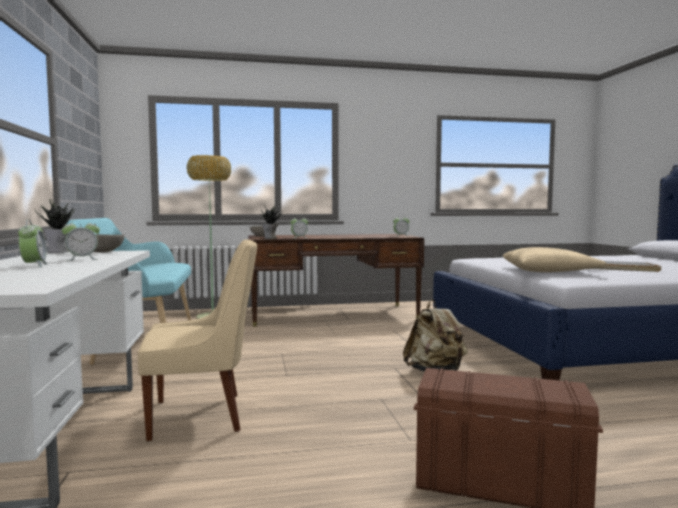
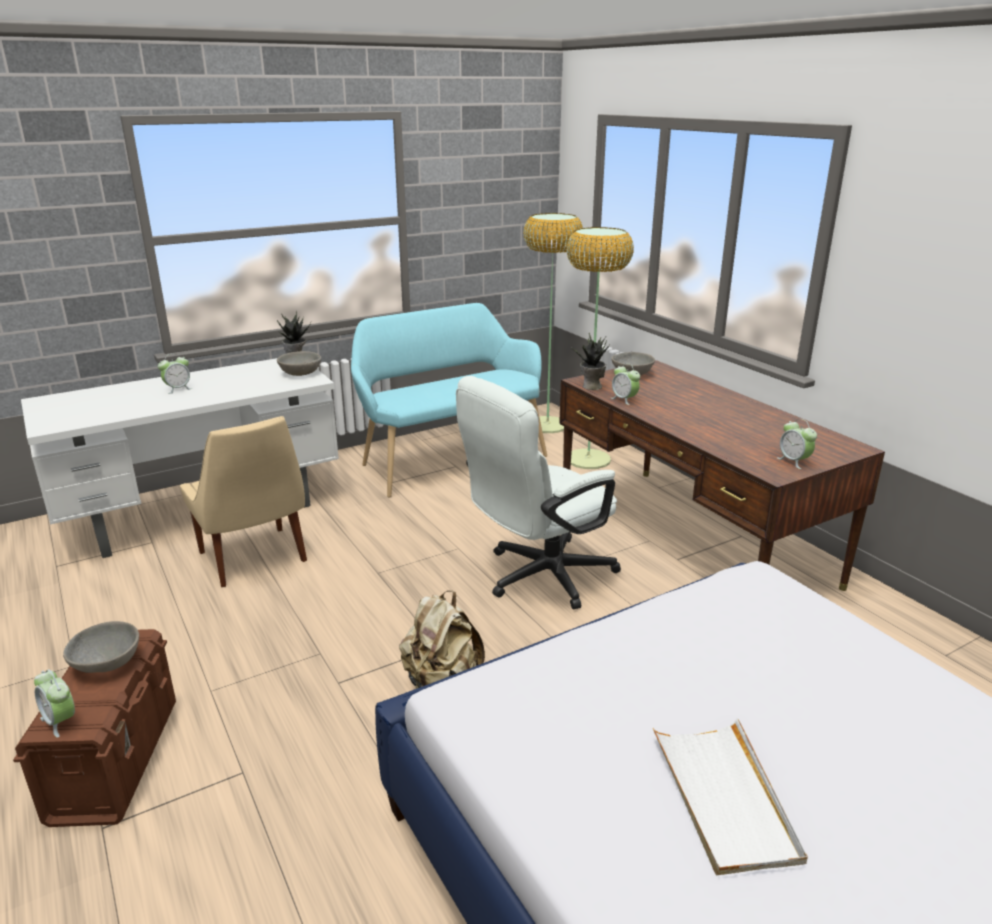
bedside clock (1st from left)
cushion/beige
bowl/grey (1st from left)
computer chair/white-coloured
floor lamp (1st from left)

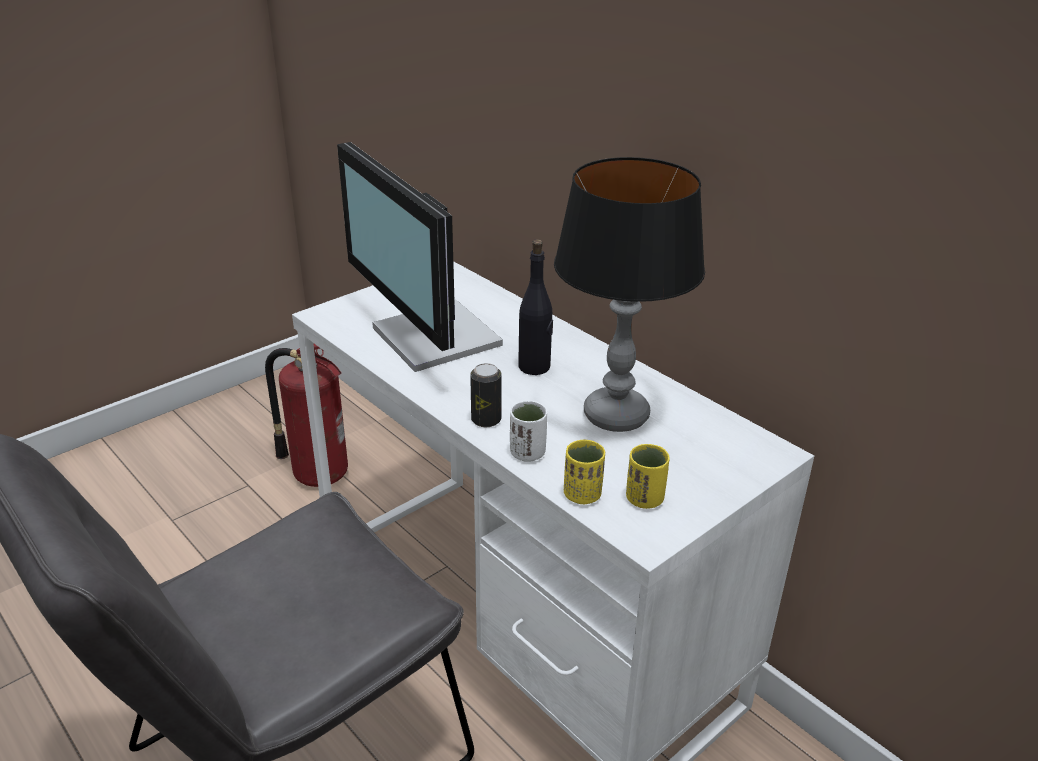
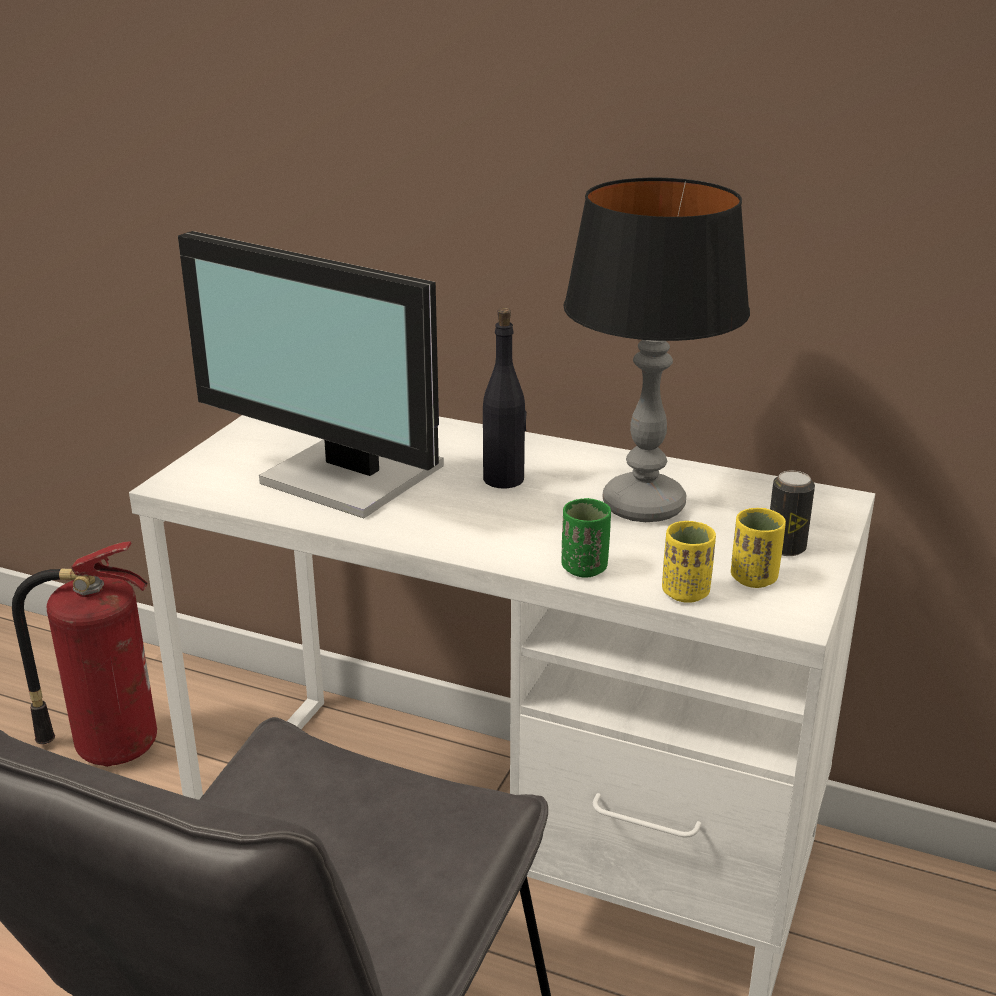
metal can
cup/green-coloured

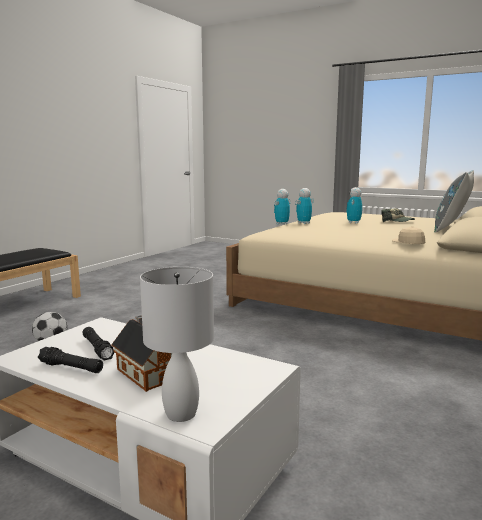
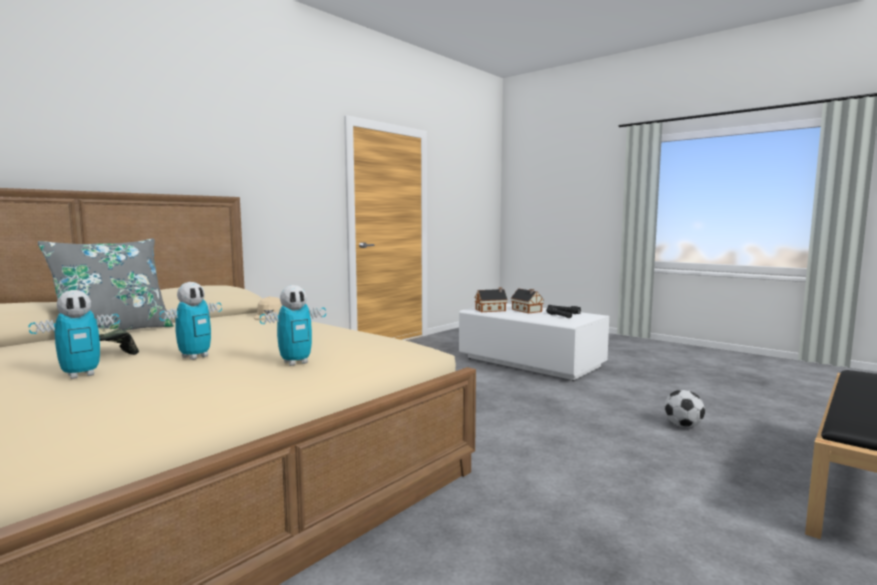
table lamp/white-coloured
toy robot (1st from left)
model house (1st from left)

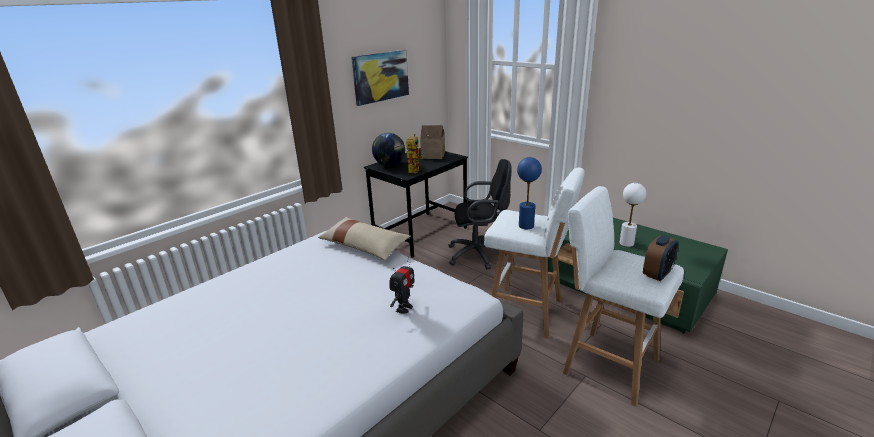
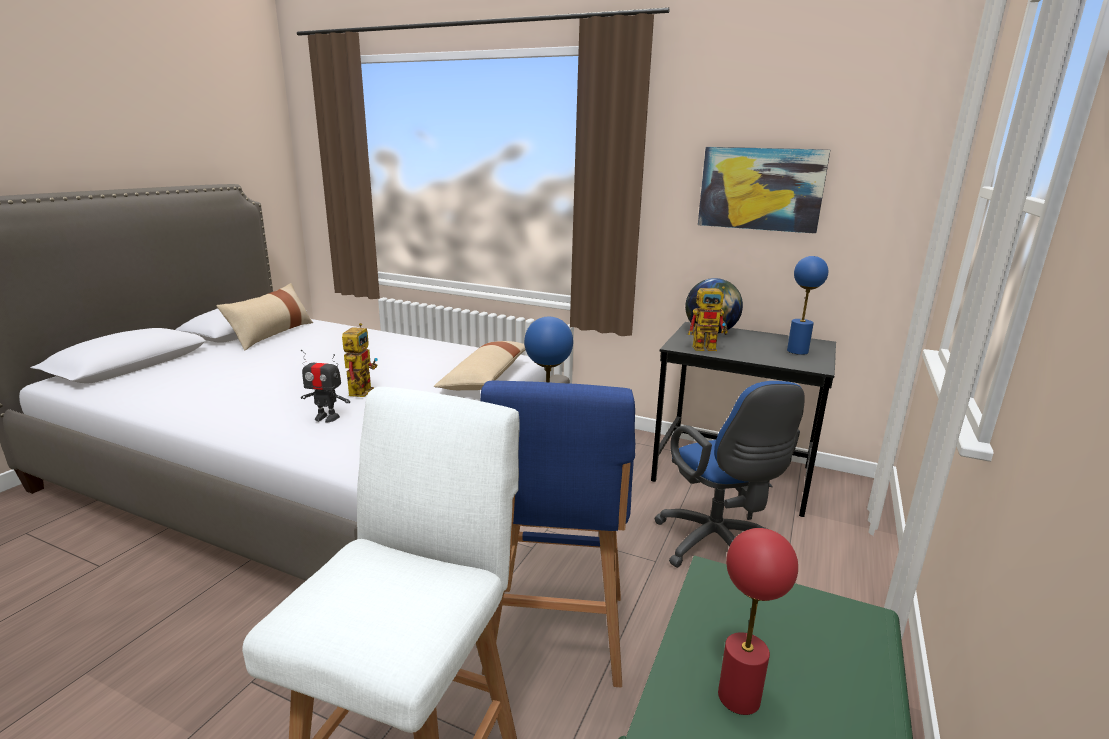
table lamp/blue-coloured (2nd from left)
computer chair/blue-coloured
sitting stool/blue-coloured
table lamp/red-coloured
bedside clock
cushion/beige (1st from left)
toy robot (2nd from left)

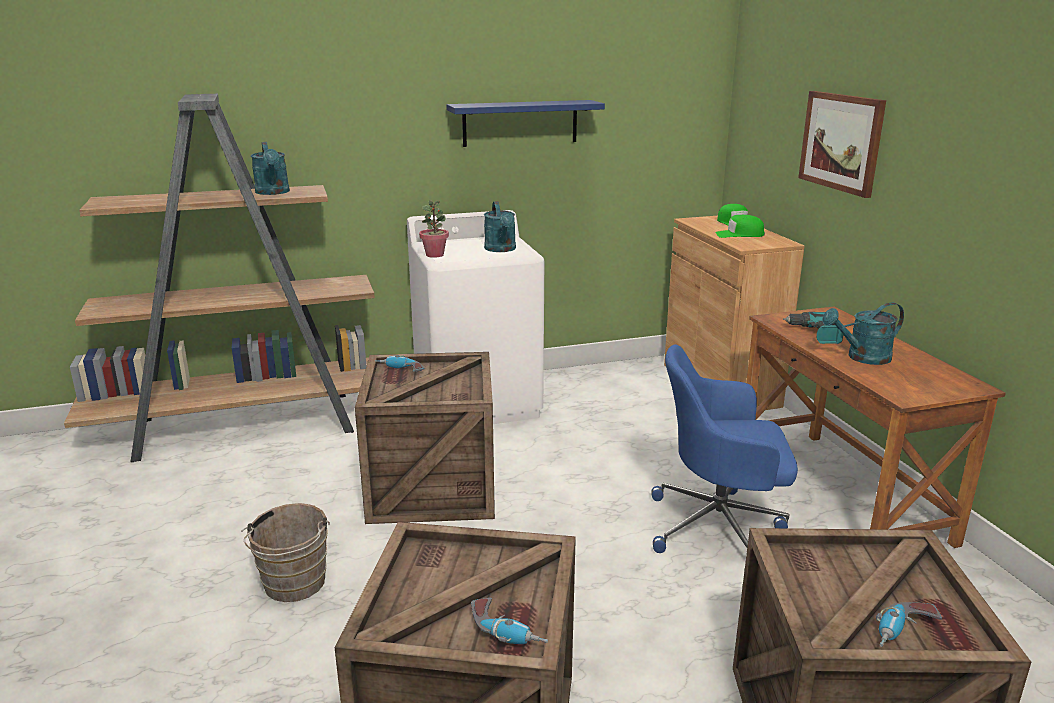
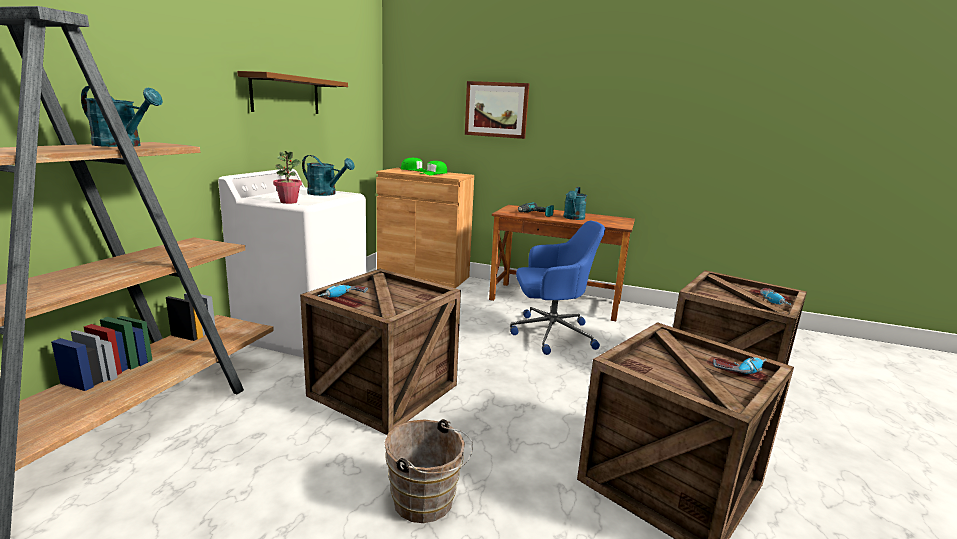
bracket shelf/brown-coloured
computer chair/blue-coloured

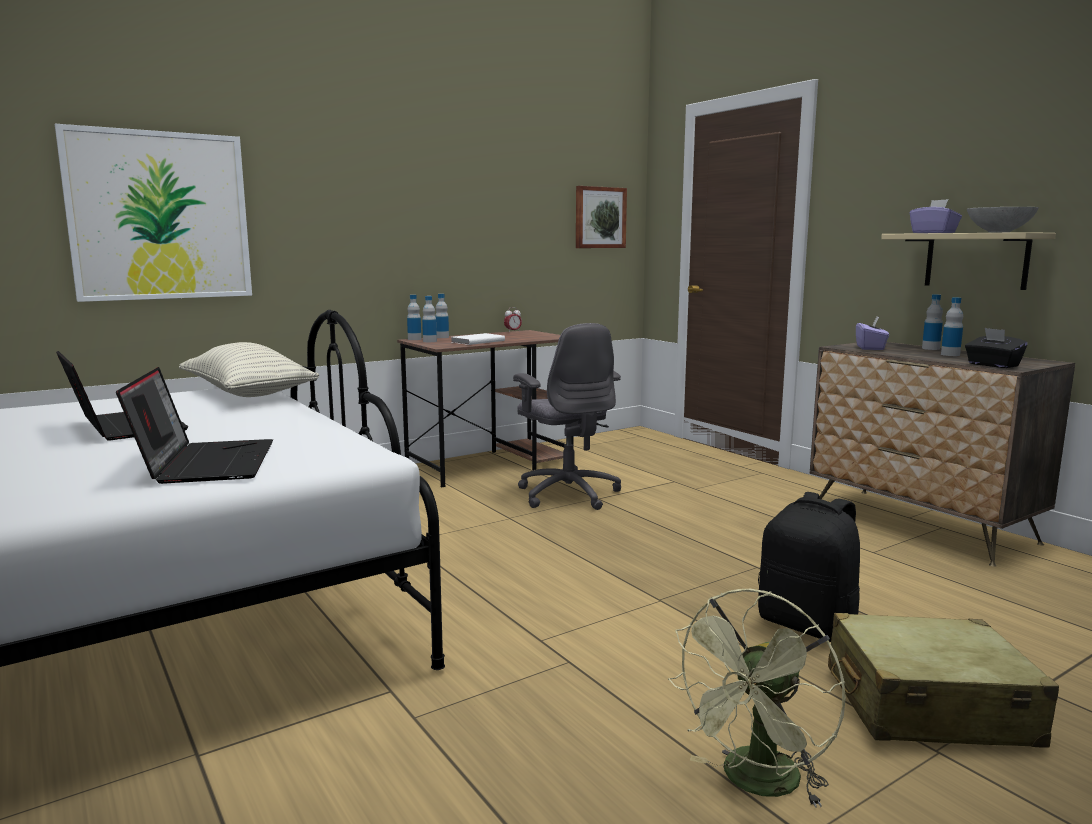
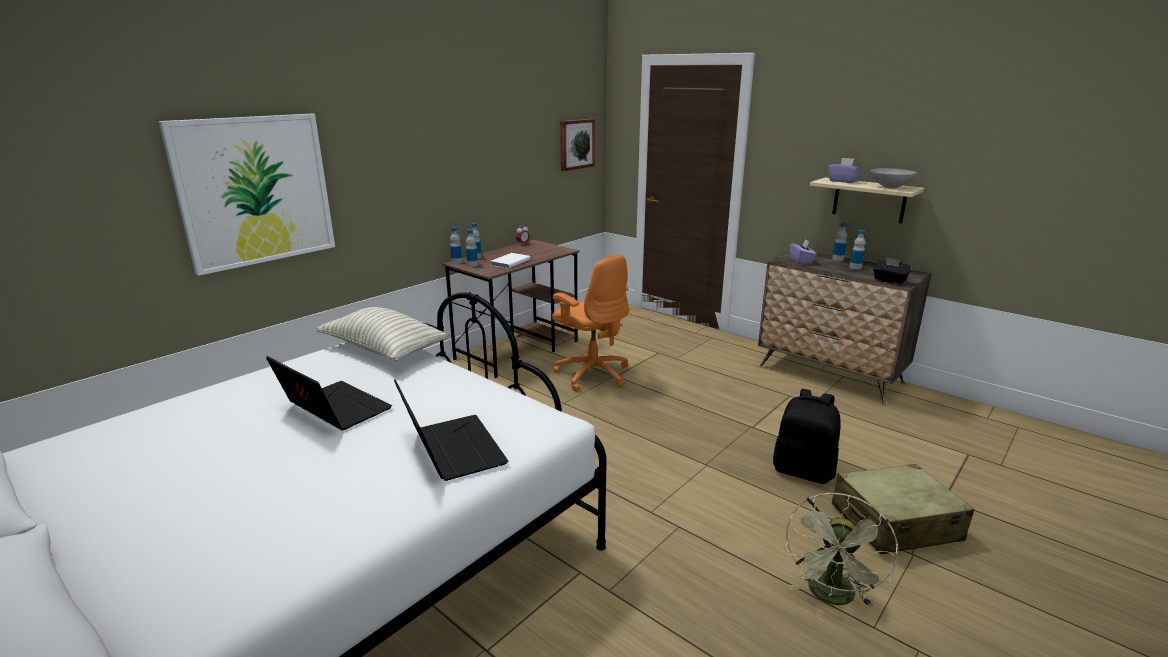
computer chair/orange

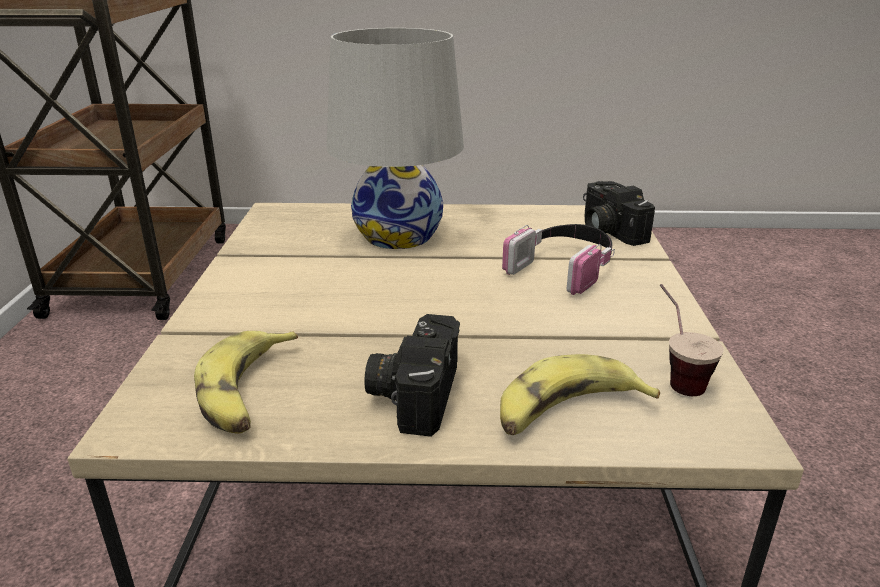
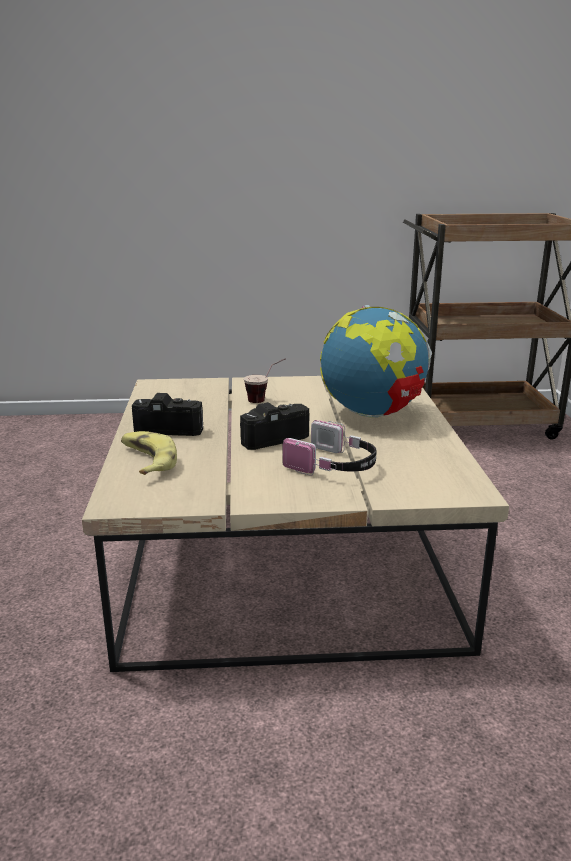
banana fruit (1st from left in the first image)
globe
photo camera (2nd from left)
cup

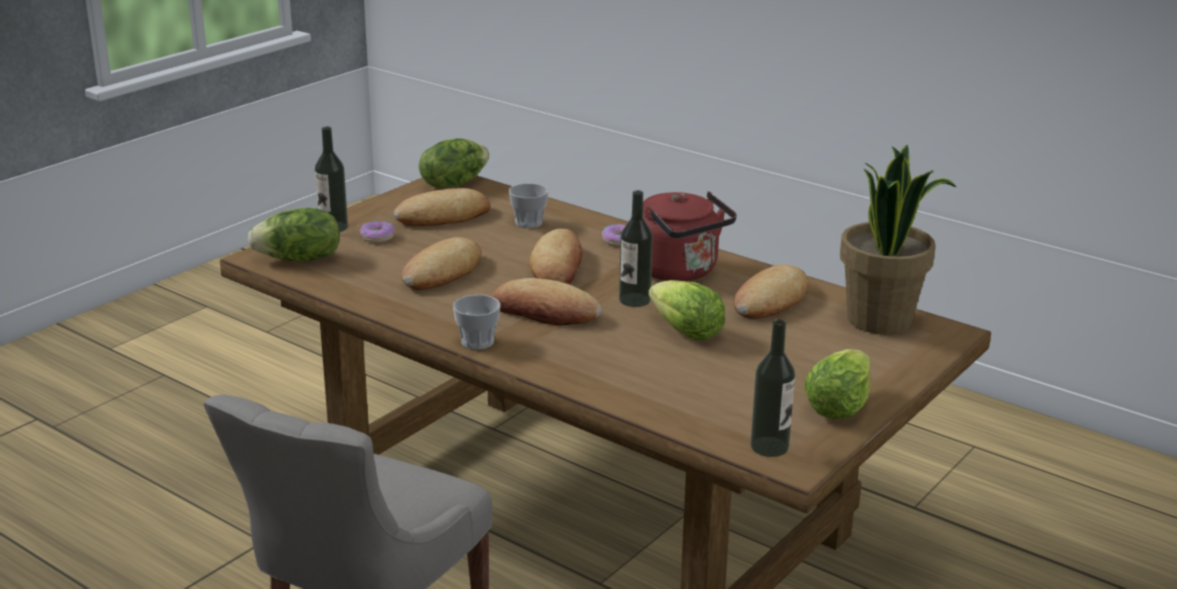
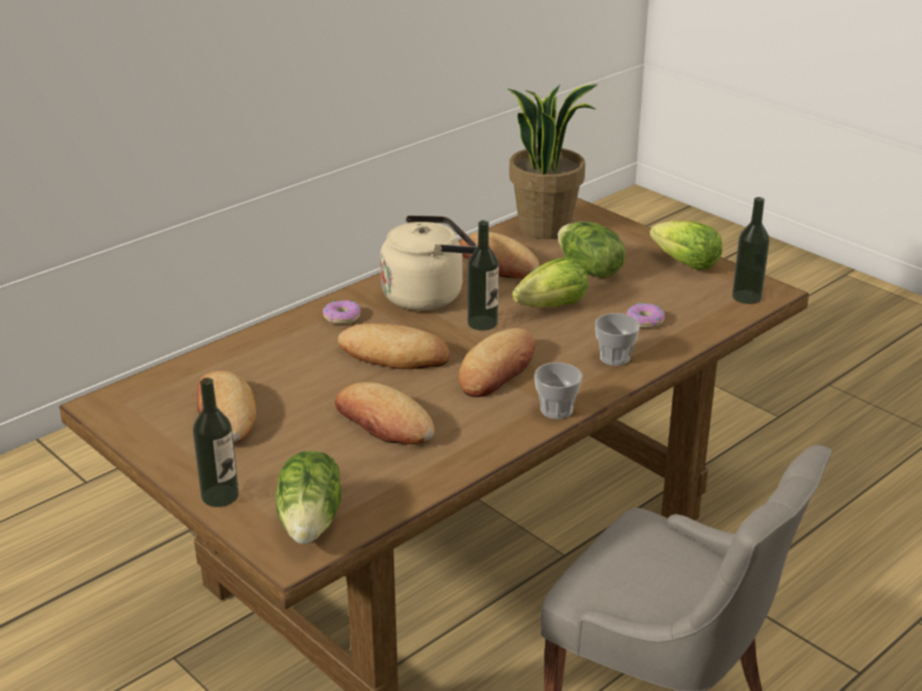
doughnut (2nd from left)
lettuce (3rd from left)
cup (2nd from left)
tea kettle/beige

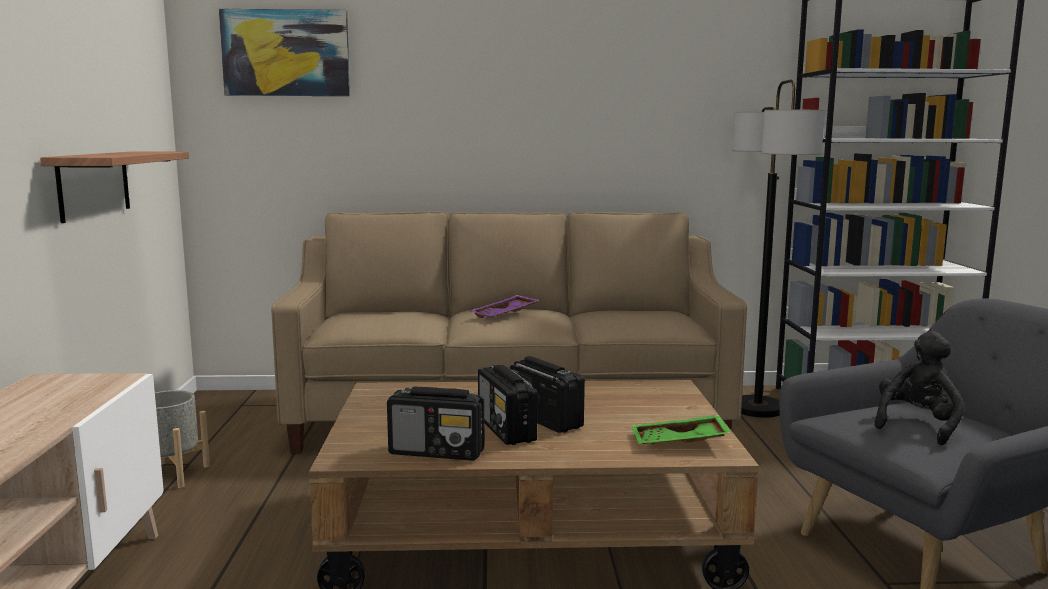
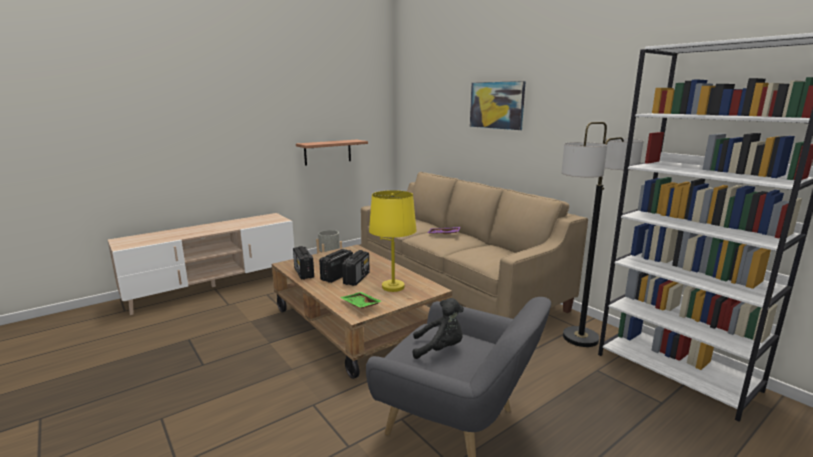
wall art
table lamp/yellow-coloured

